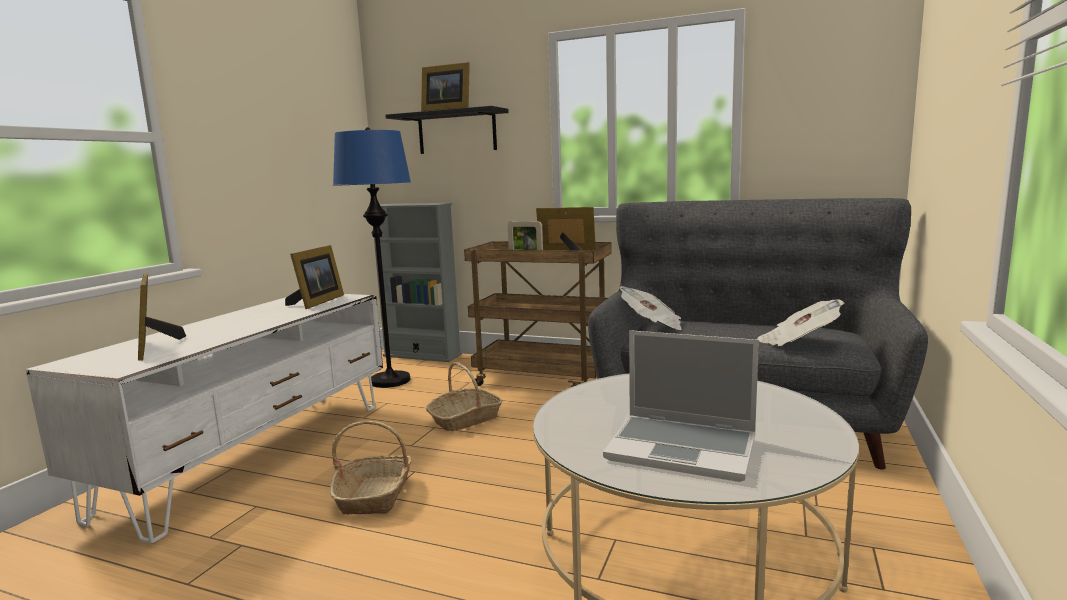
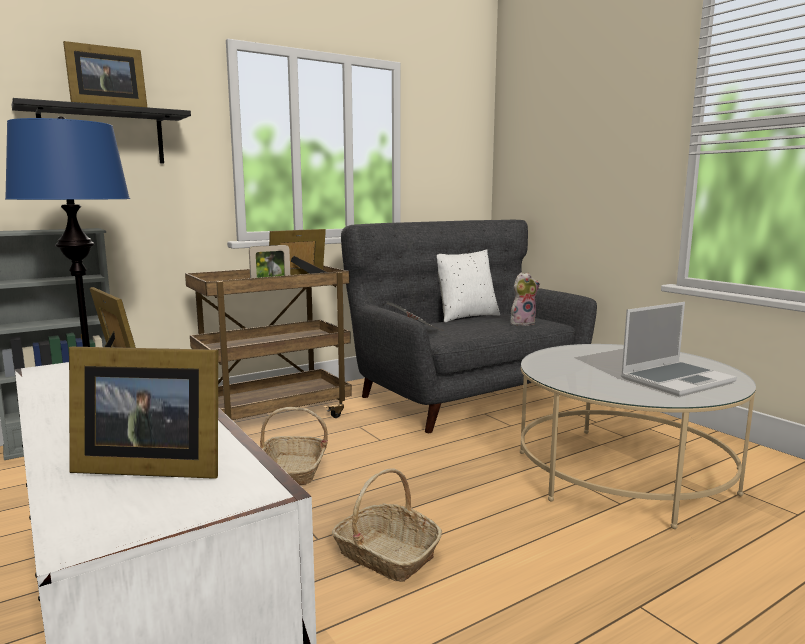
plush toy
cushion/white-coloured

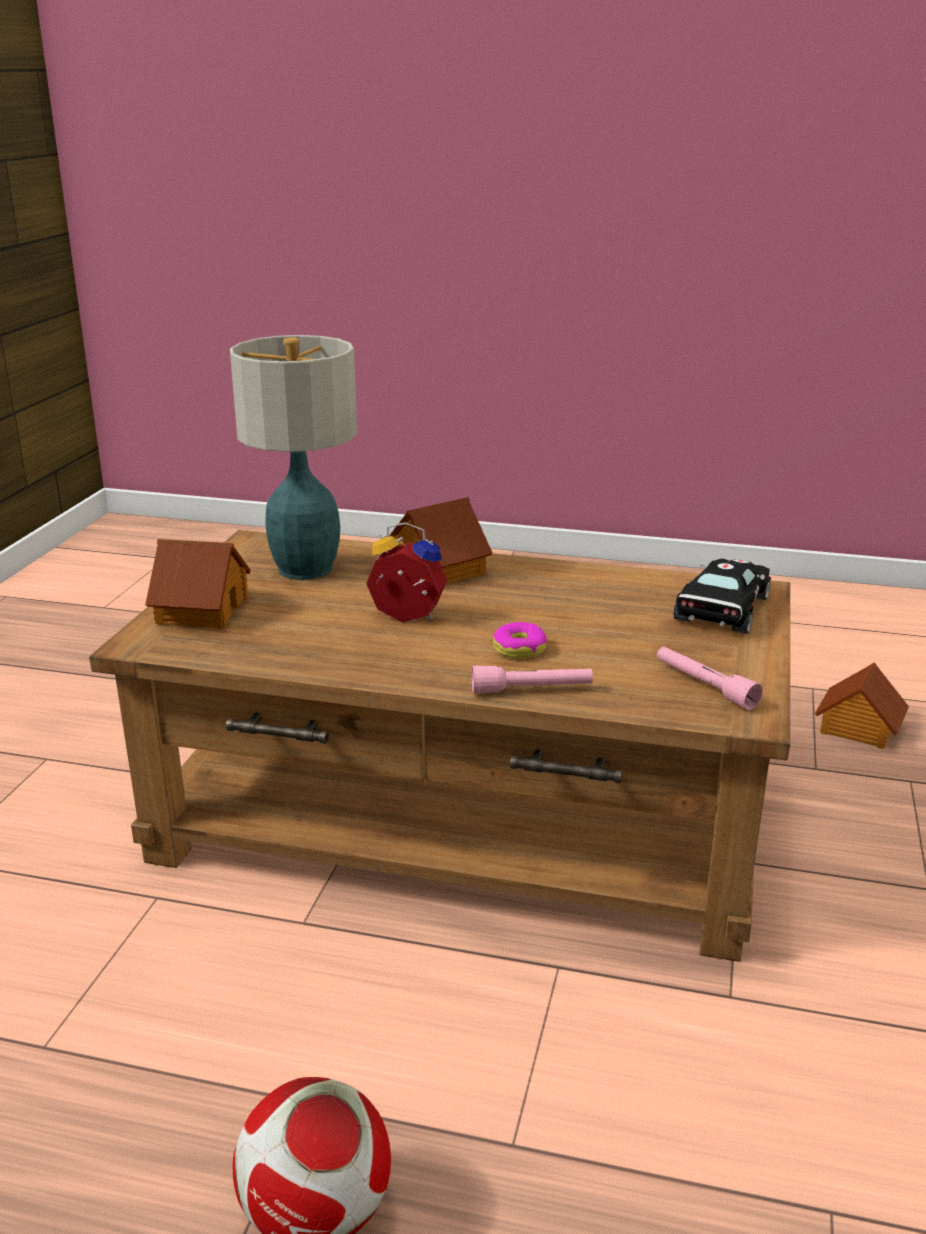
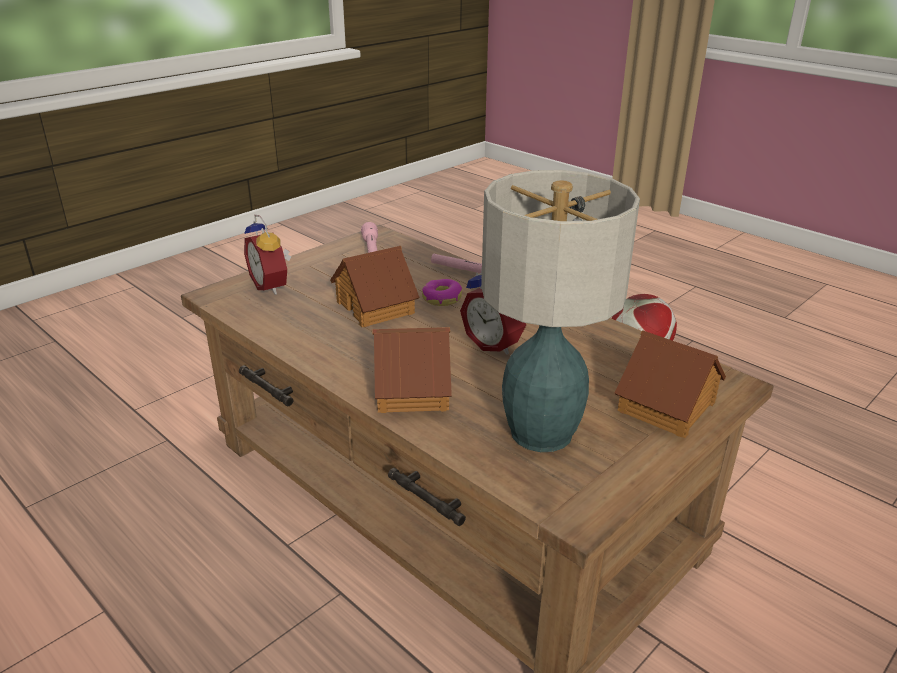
bedside clock (1st from left)
model house (1st from left)

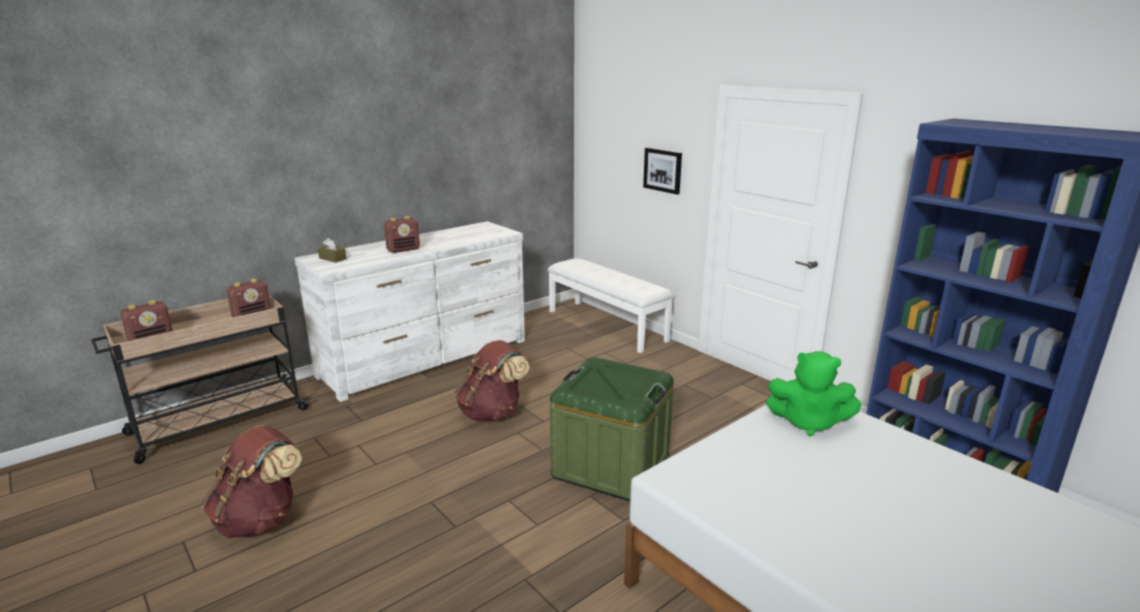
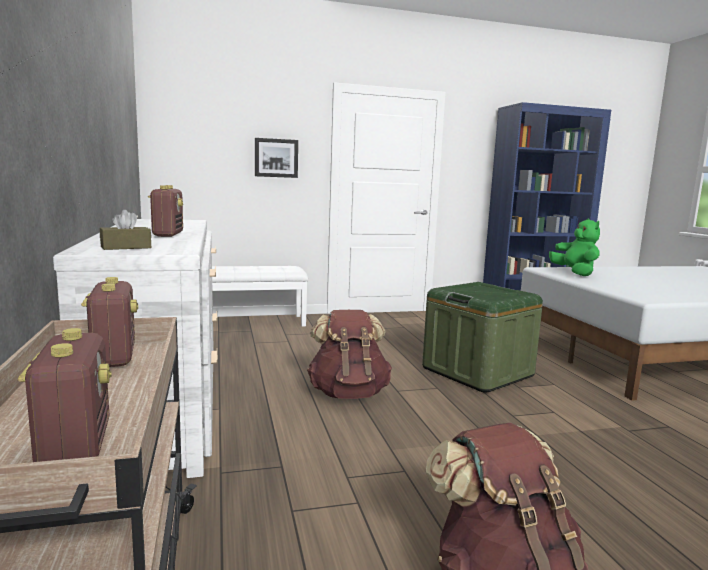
plush toy/green-coloured

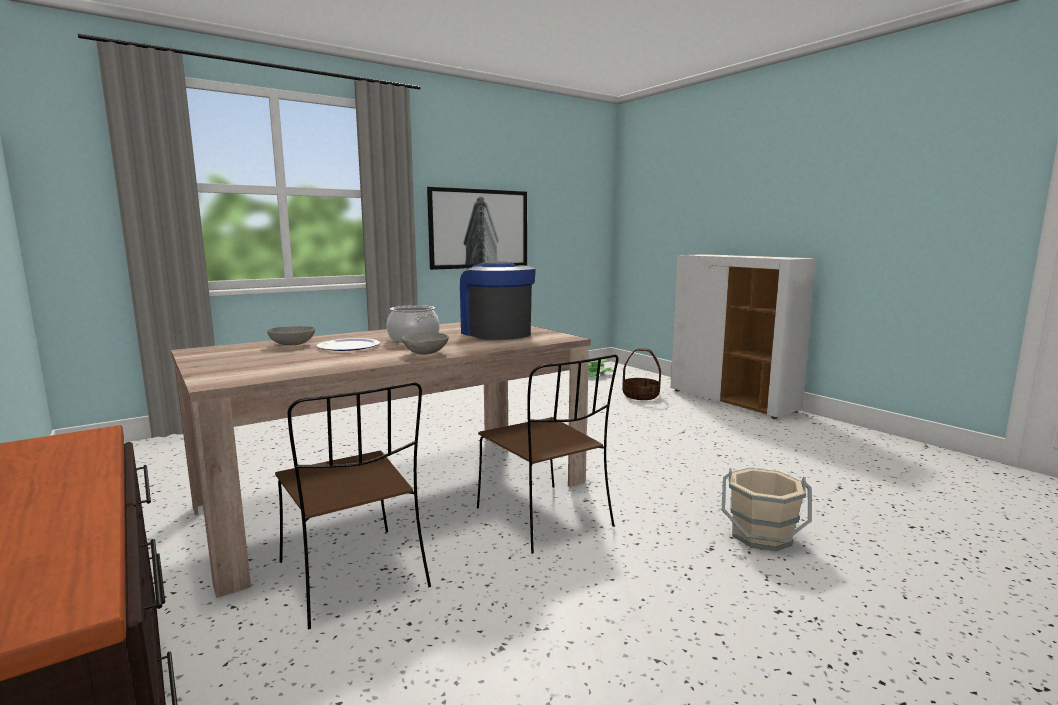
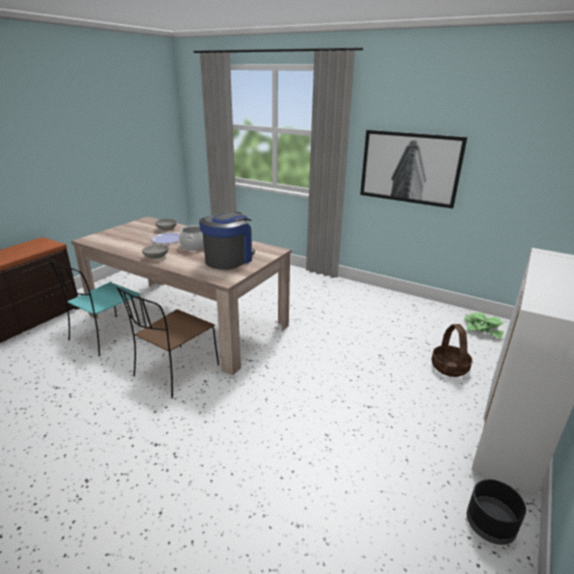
chair/blue-green
bucket/beige
planter/black

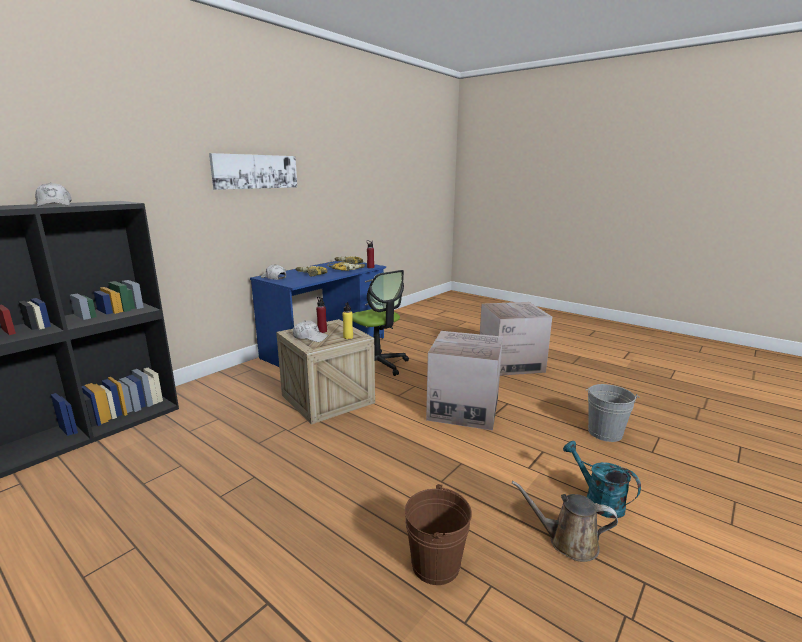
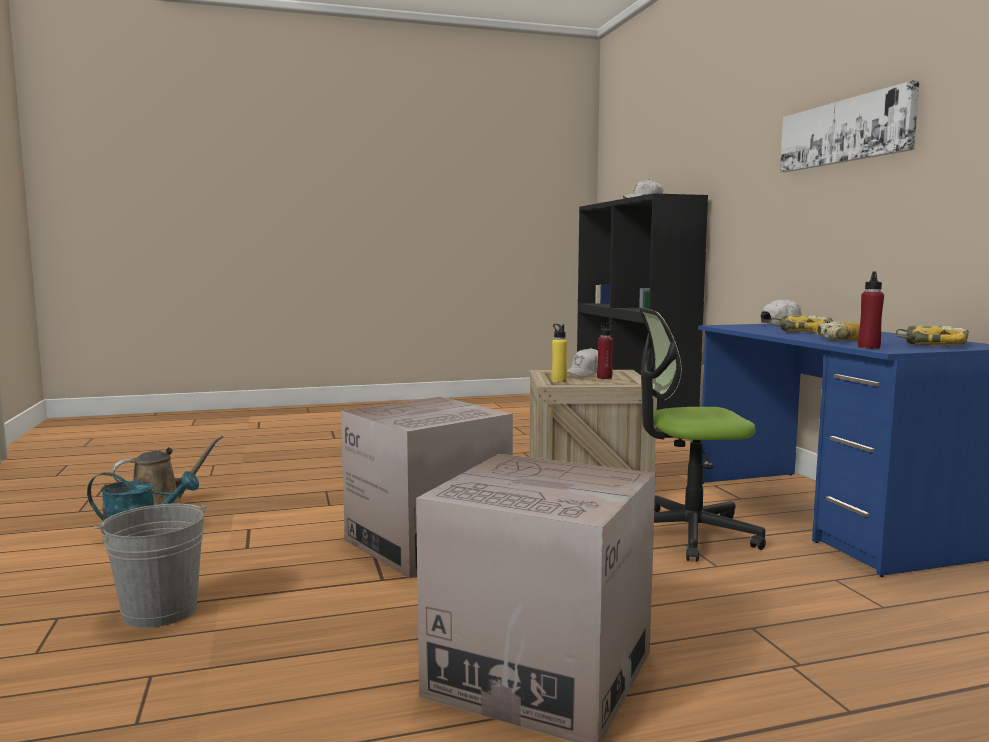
bucket/brown-coloured

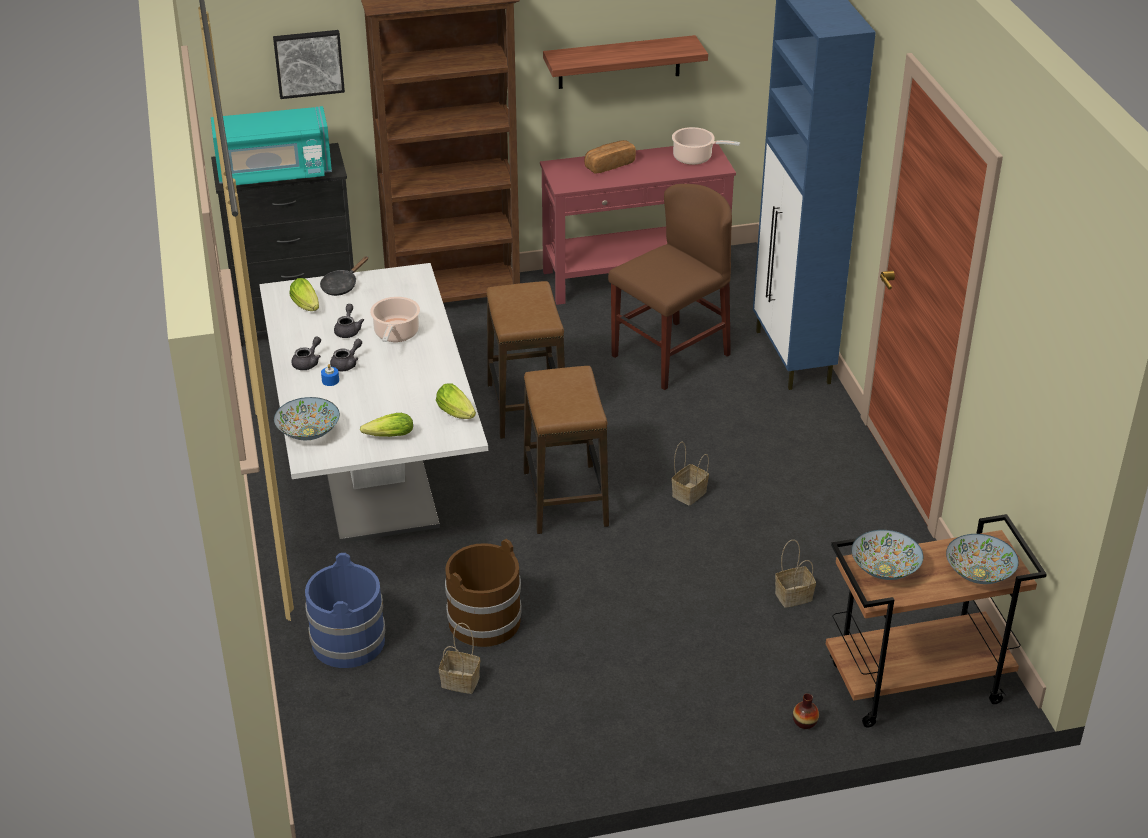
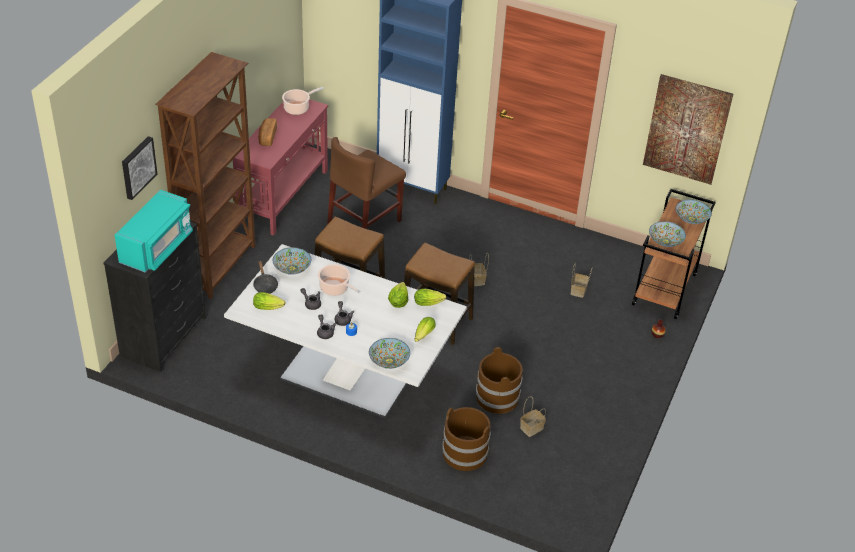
bucket/brown-coloured (1st from left)
bracket shelf
chair/brown-coloured
bowl (1st from left)
lettuce (2nd from left)
wall art (2nd from left)

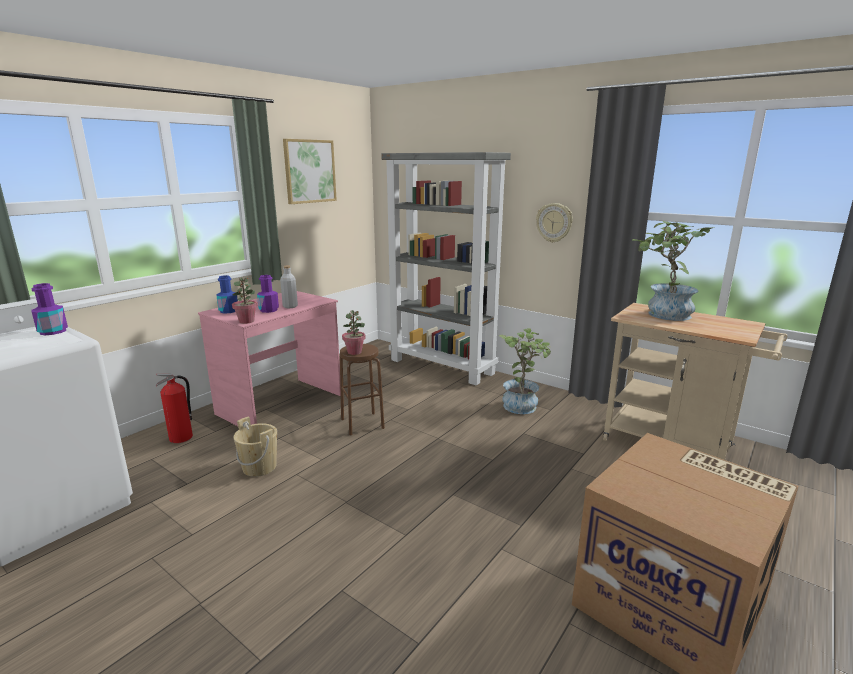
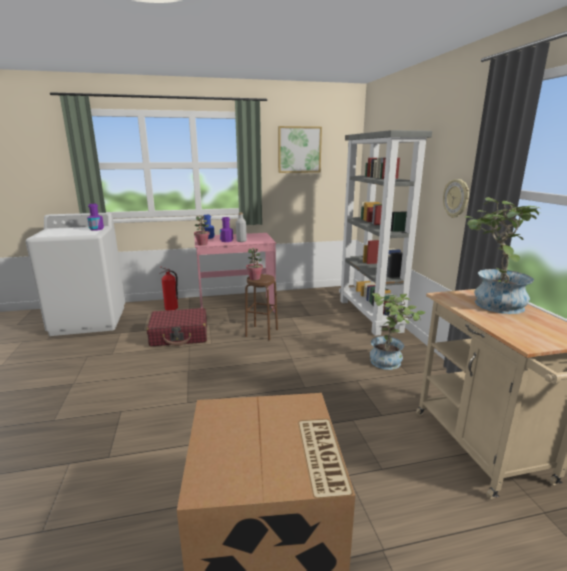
suitcase/red-coloured

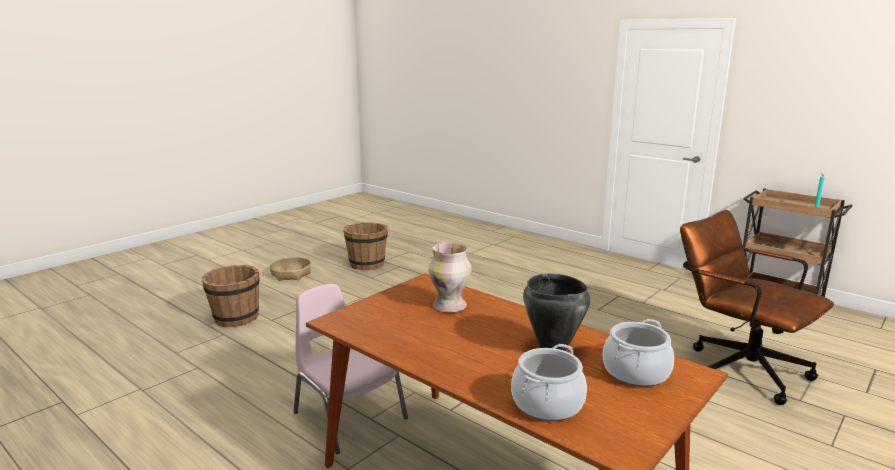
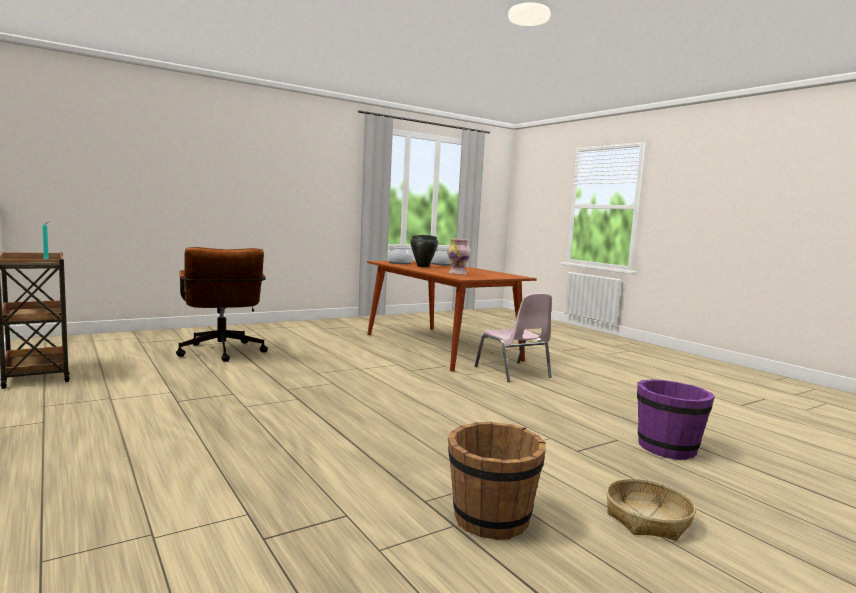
bucket/purple

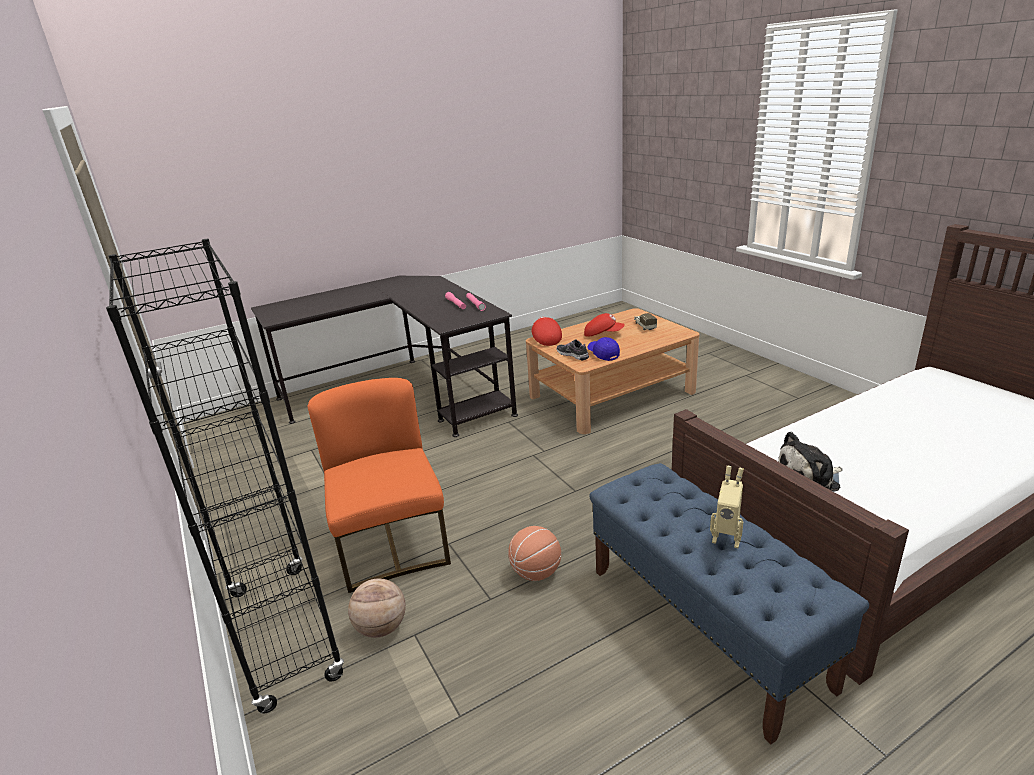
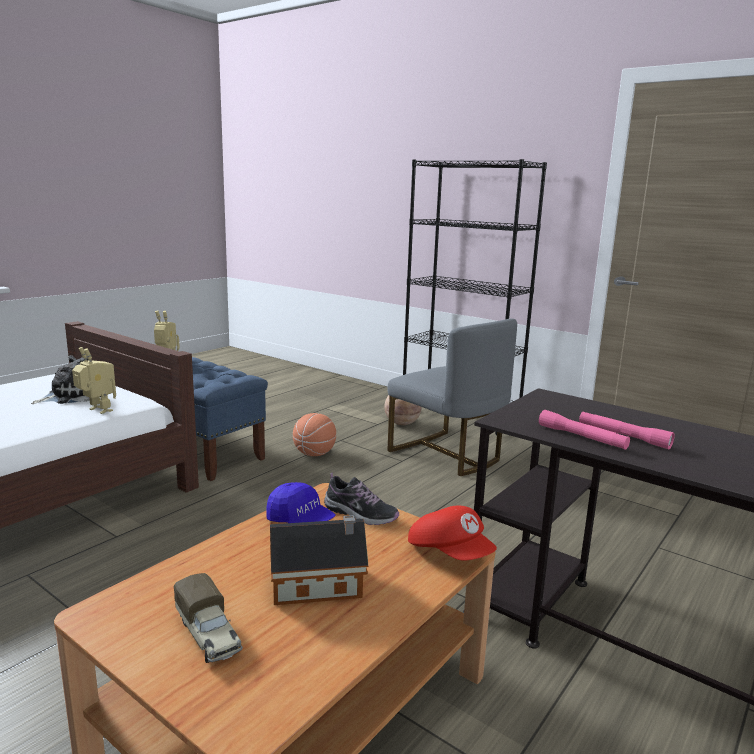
chair/grey
model house
toy robot (1st from left)

